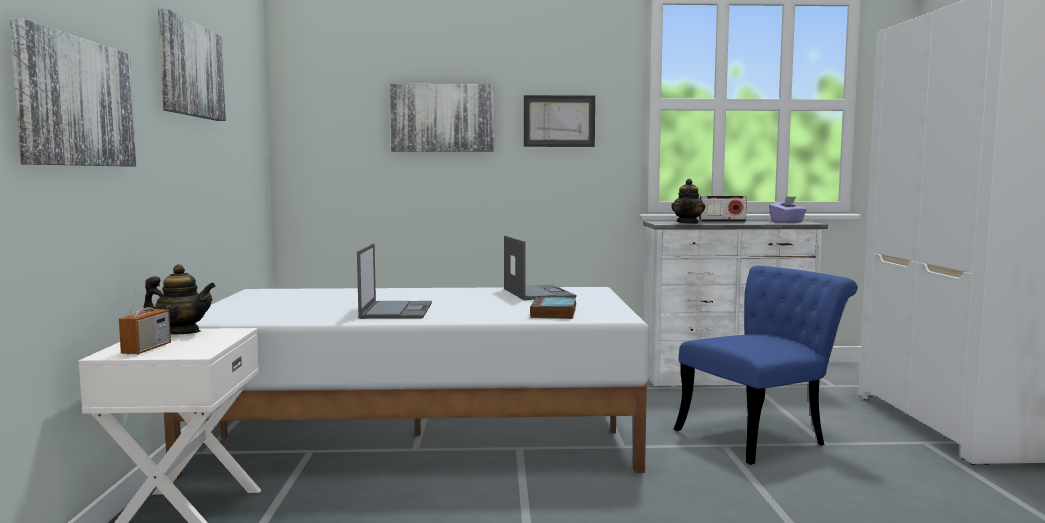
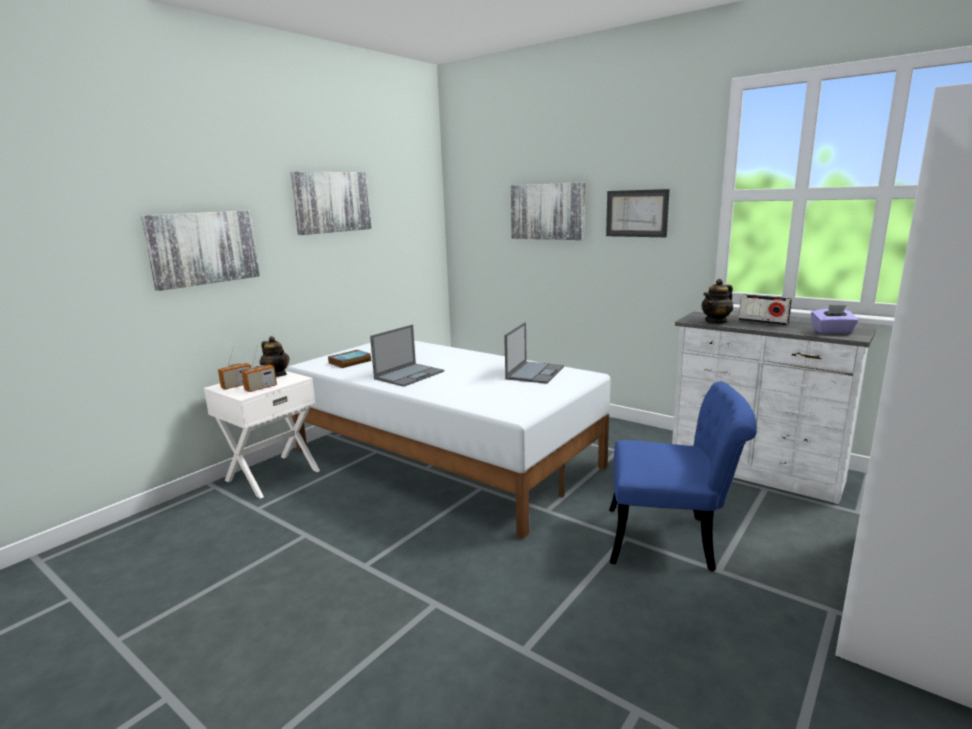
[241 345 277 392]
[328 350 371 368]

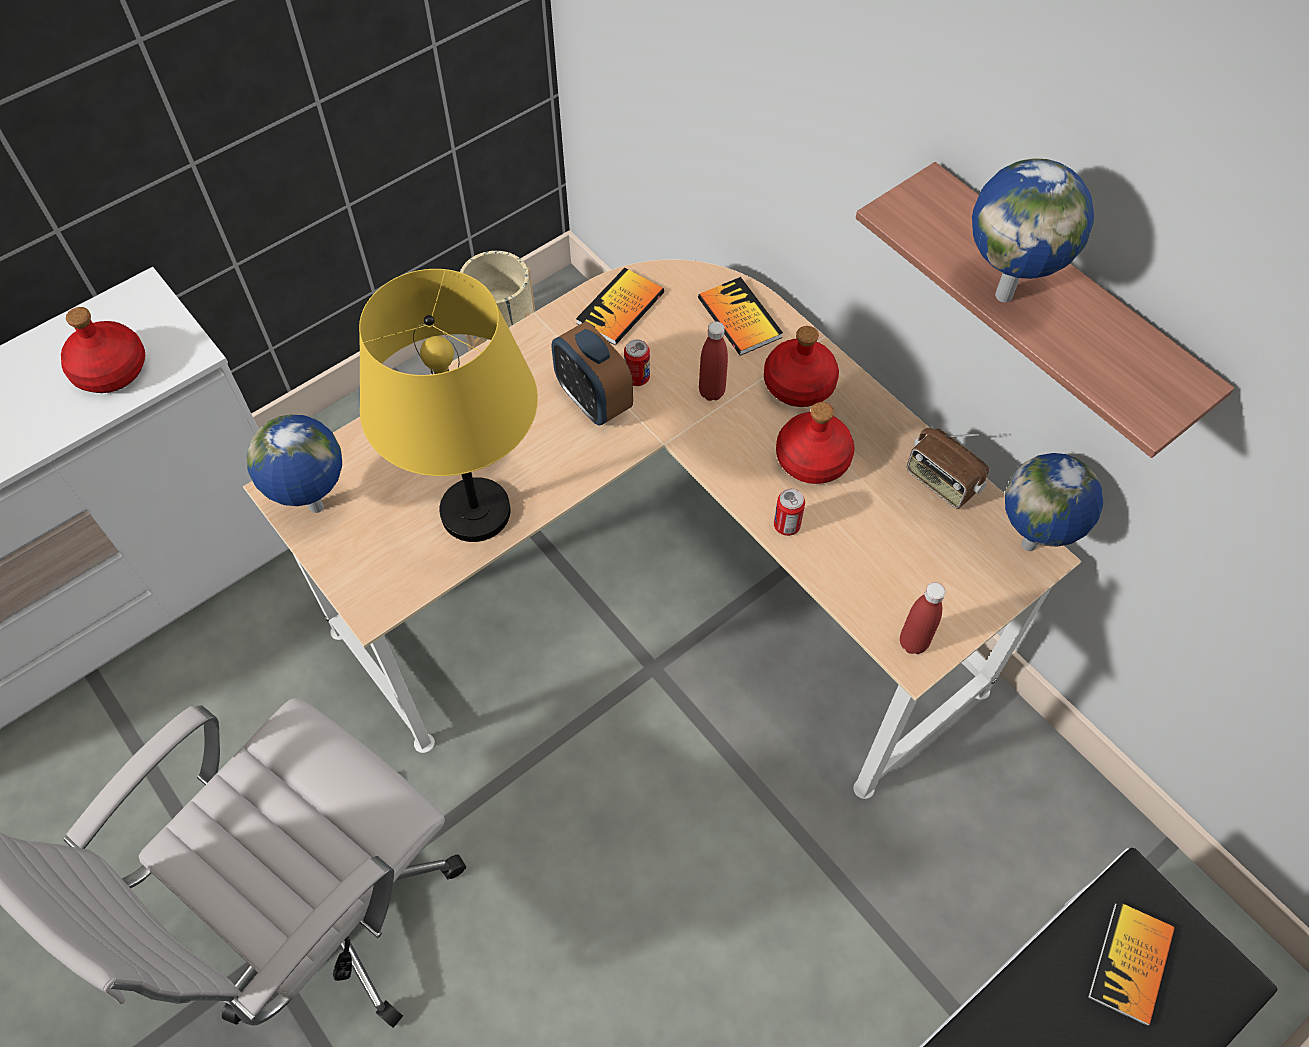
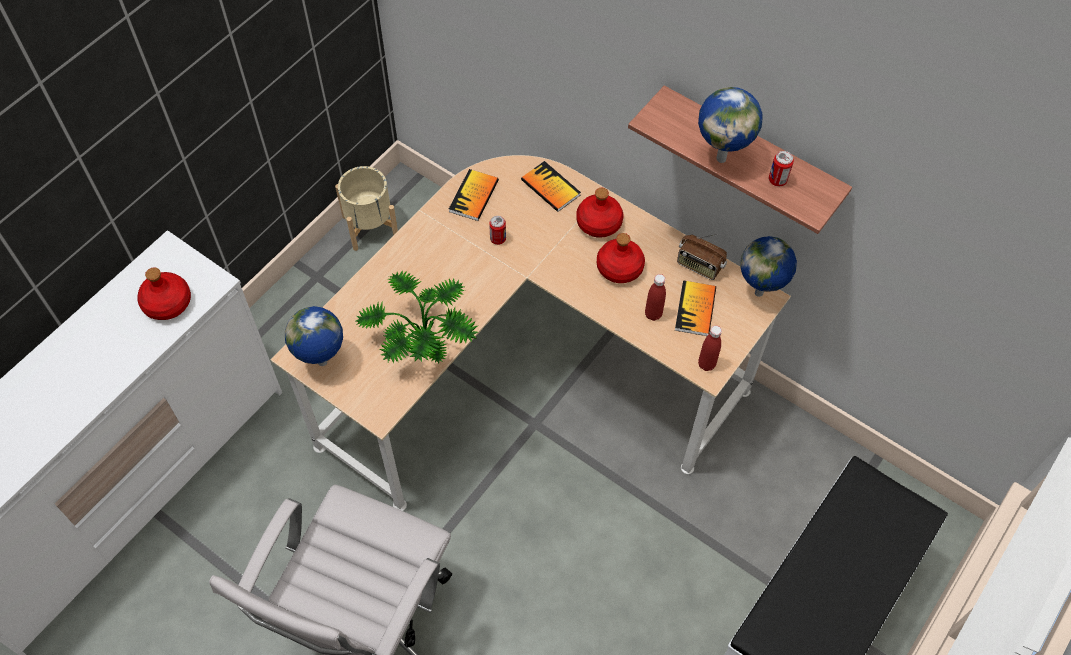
[356 270 478 364]
[645 274 666 321]
[675 280 716 336]
[769 151 794 186]
[552 321 633 425] (first image)

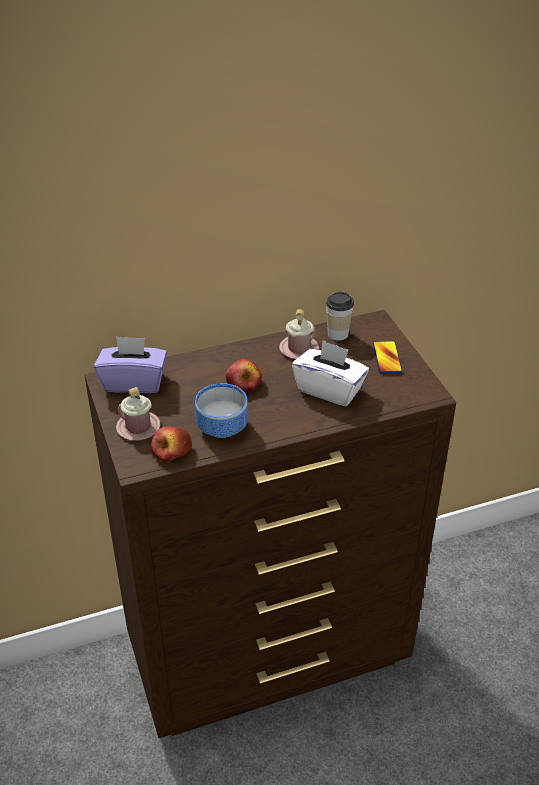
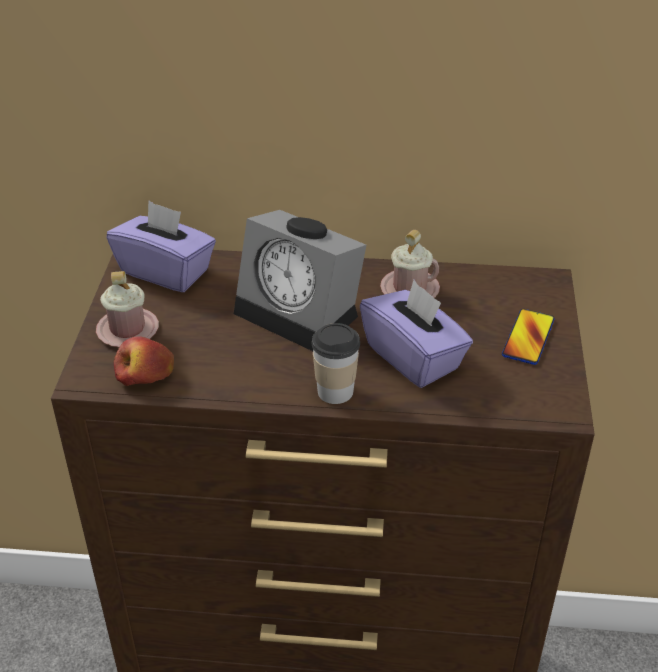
[234 210 366 351]
[312 323 360 404]
[360 280 473 388]
[195 383 248 438] (first image)

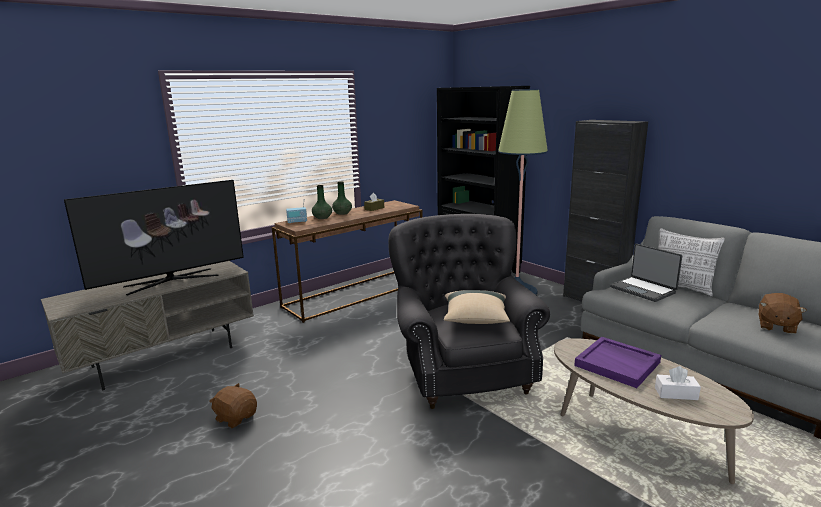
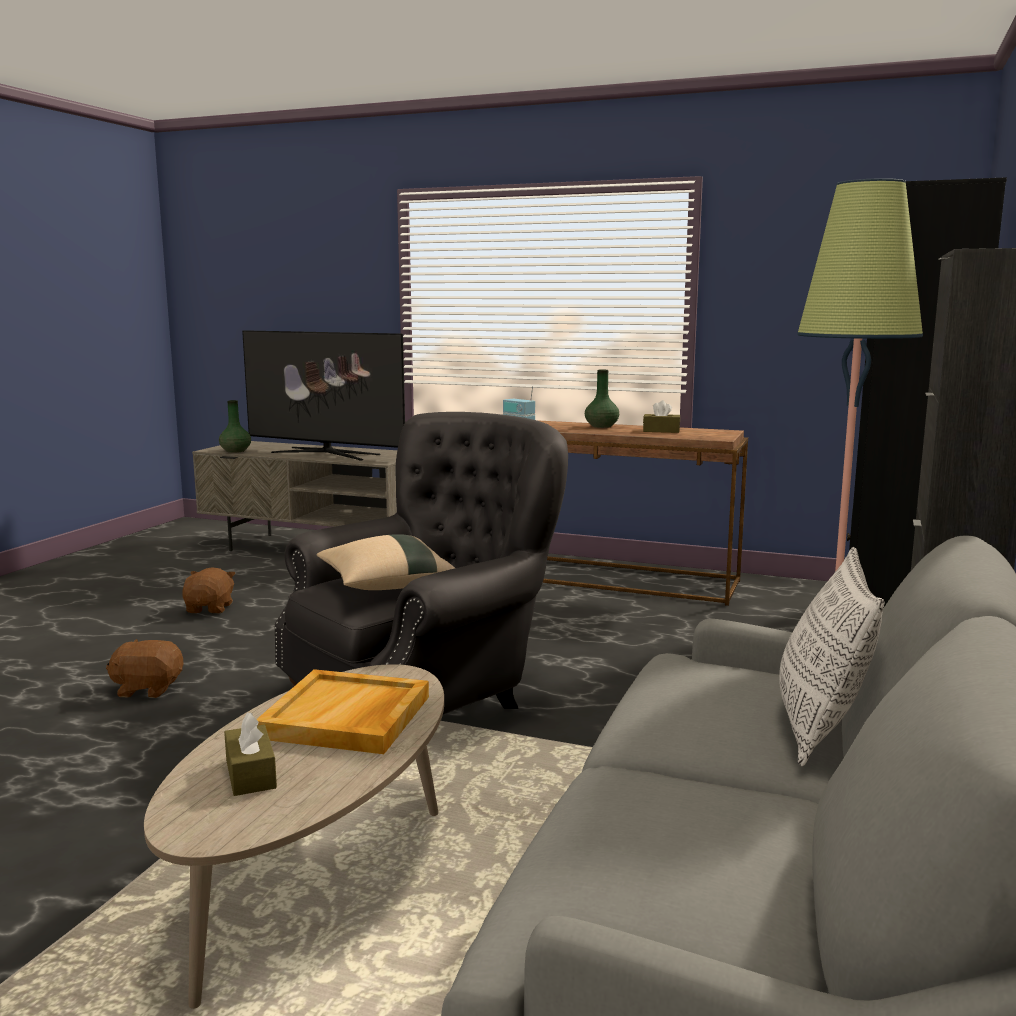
[106 639 183 698]
[219 400 251 453]
[224 712 277 796]
[256 669 429 754]
[610 244 682 302] (first image)

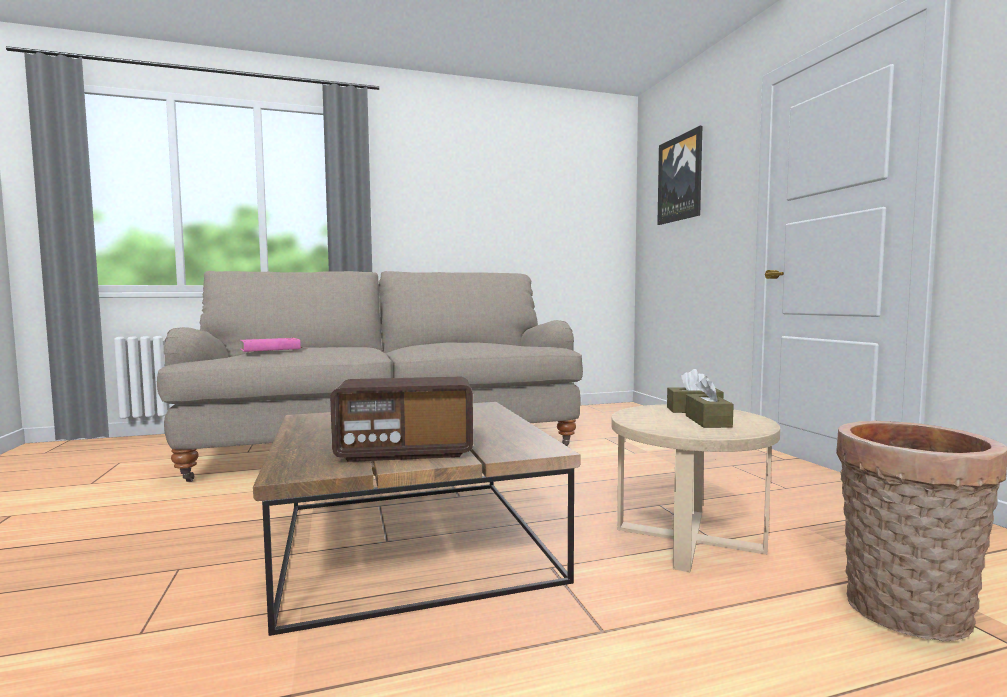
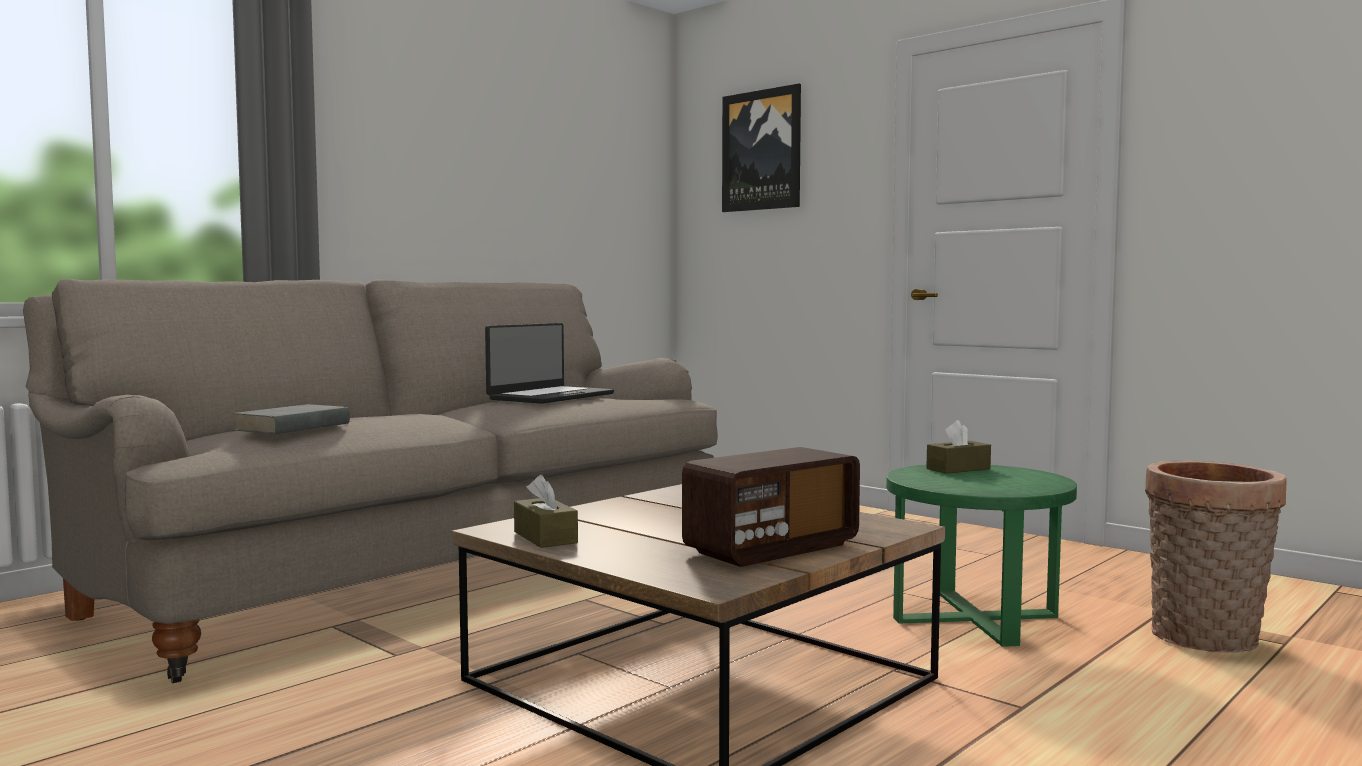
[233 404 351 434]
[485 323 614 404]
[514 475 578 548]
[886 464 1077 647]

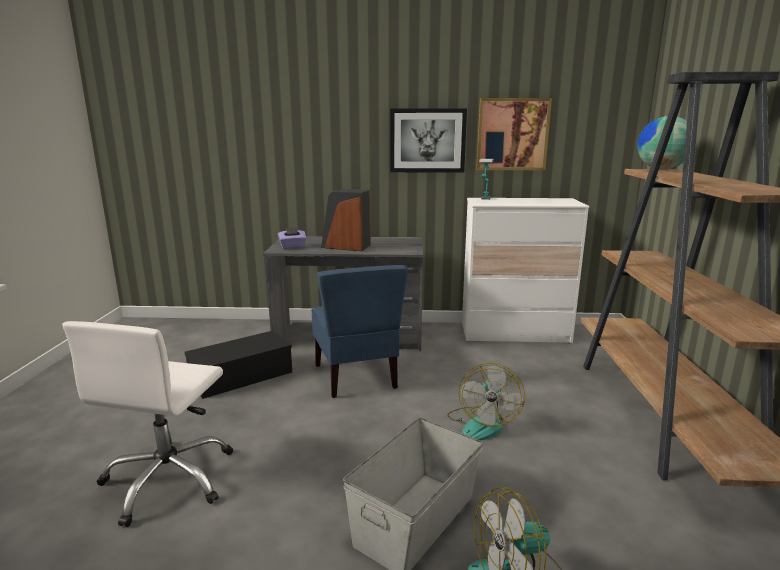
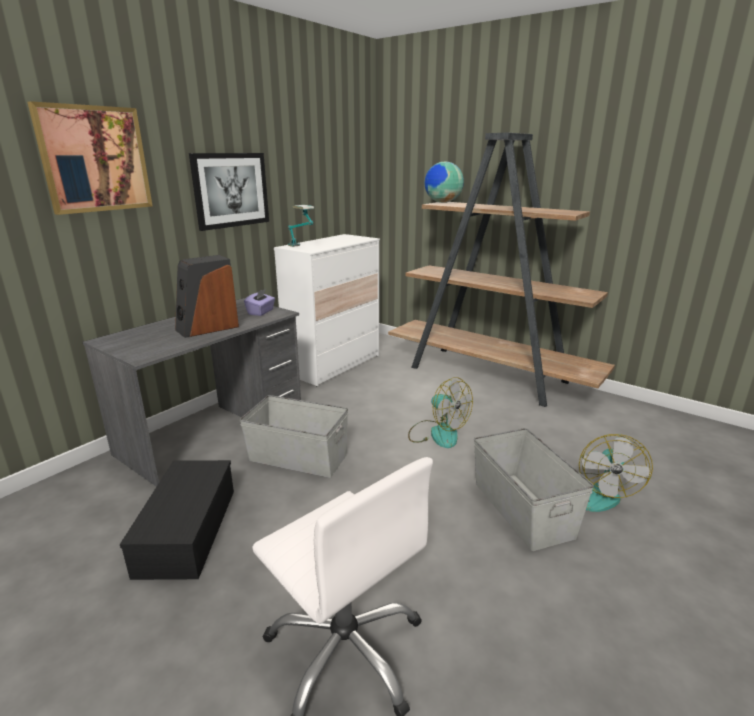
[27 101 153 215]
[240 395 348 478]
[244 289 275 316]

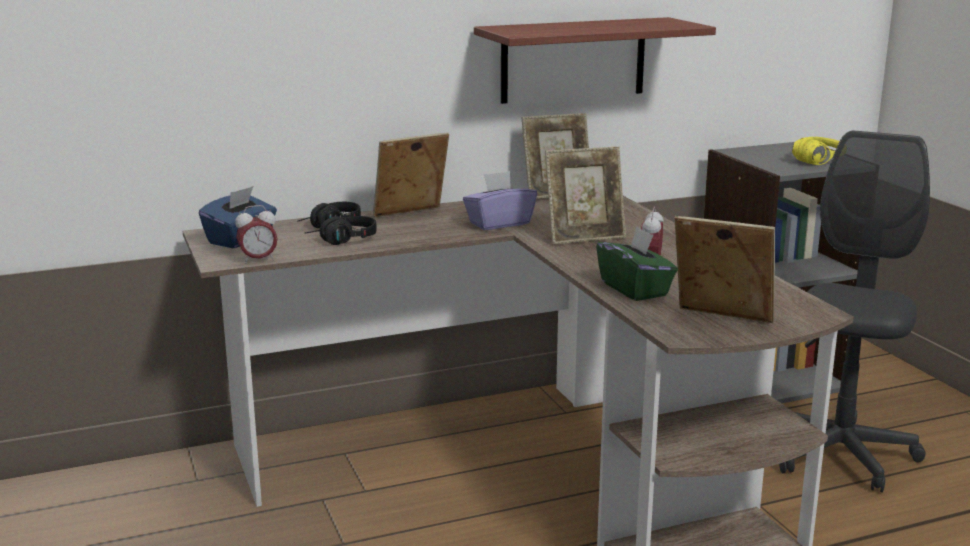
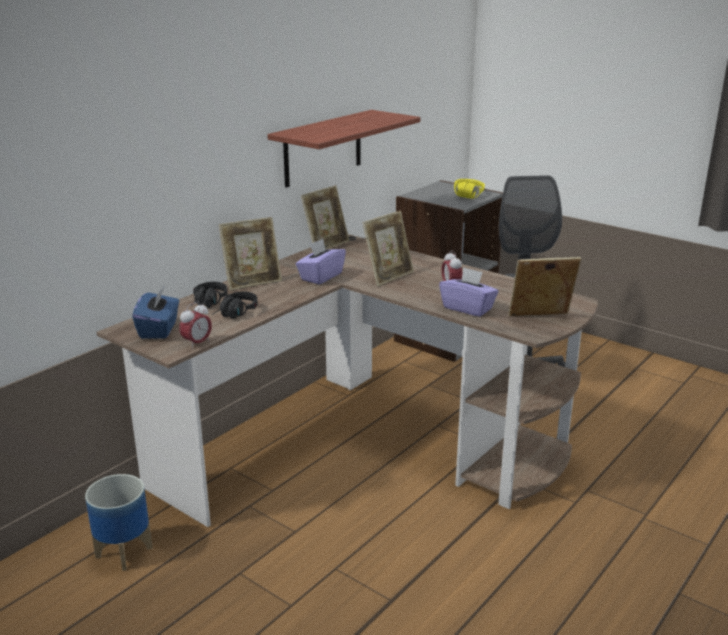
[85 474 152 571]
[219 217 282 291]
[439 267 499 317]

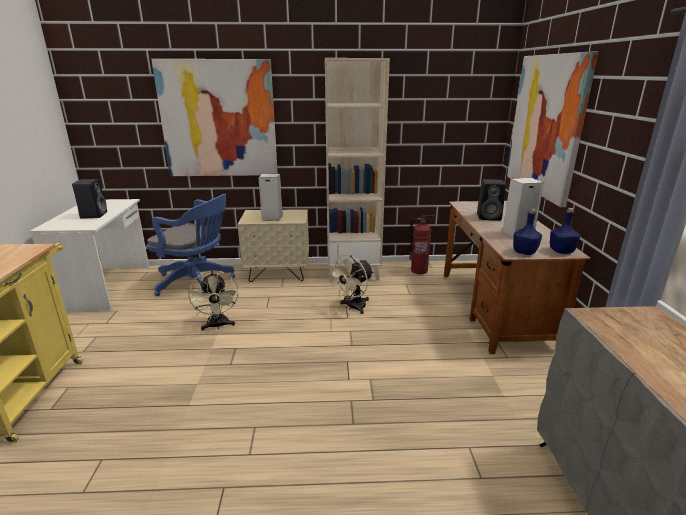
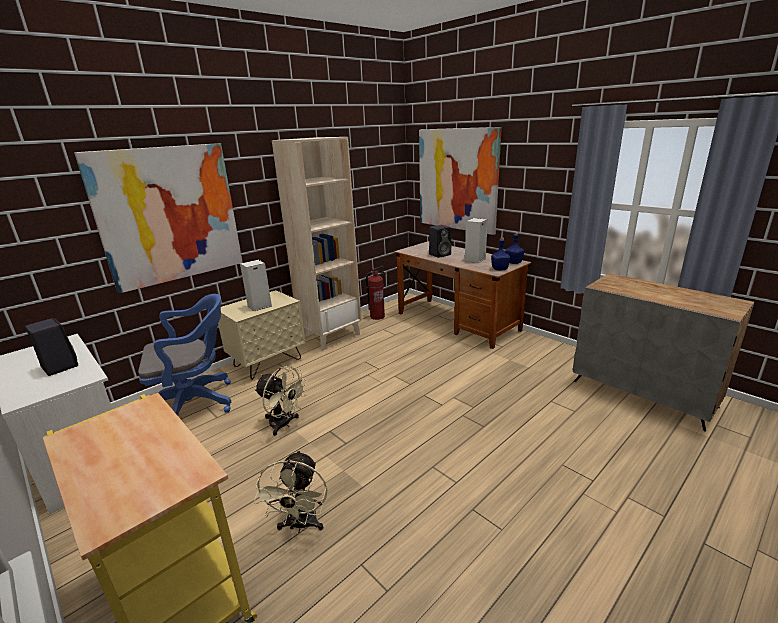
[254 450 327 533]

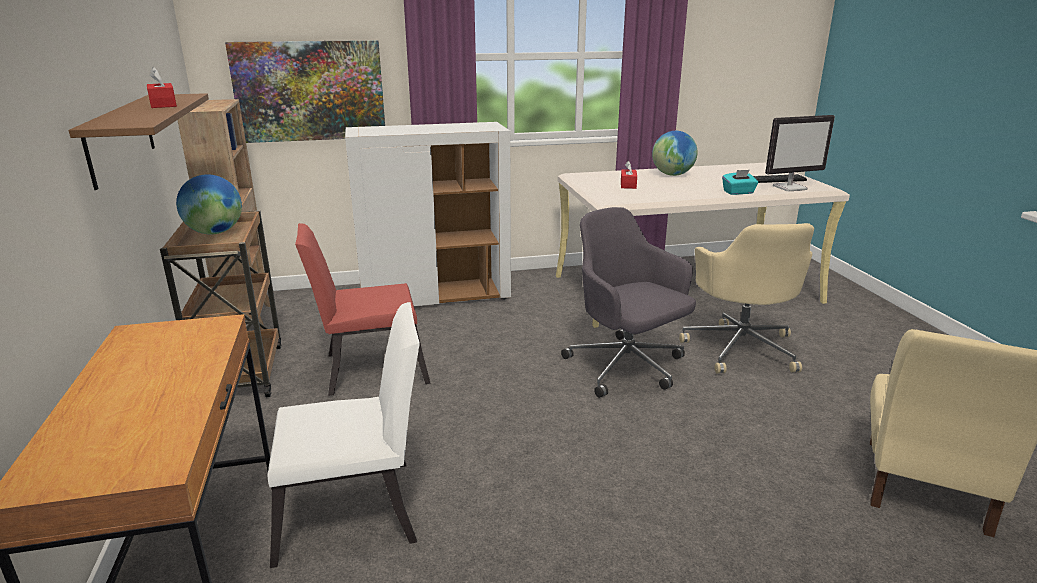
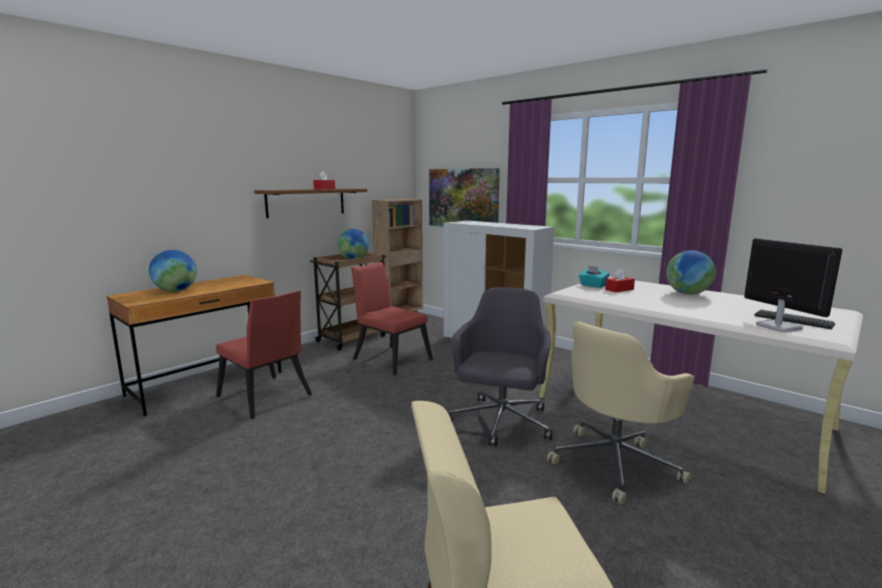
[149 250 197 292]
[216 291 312 419]
[579 266 609 288]
[744 238 842 332]

